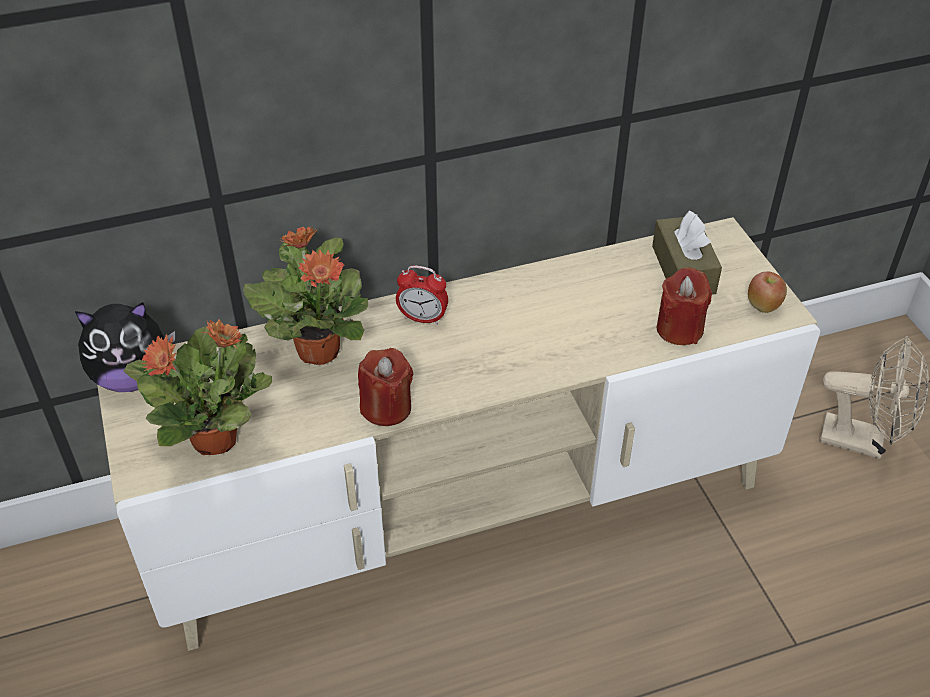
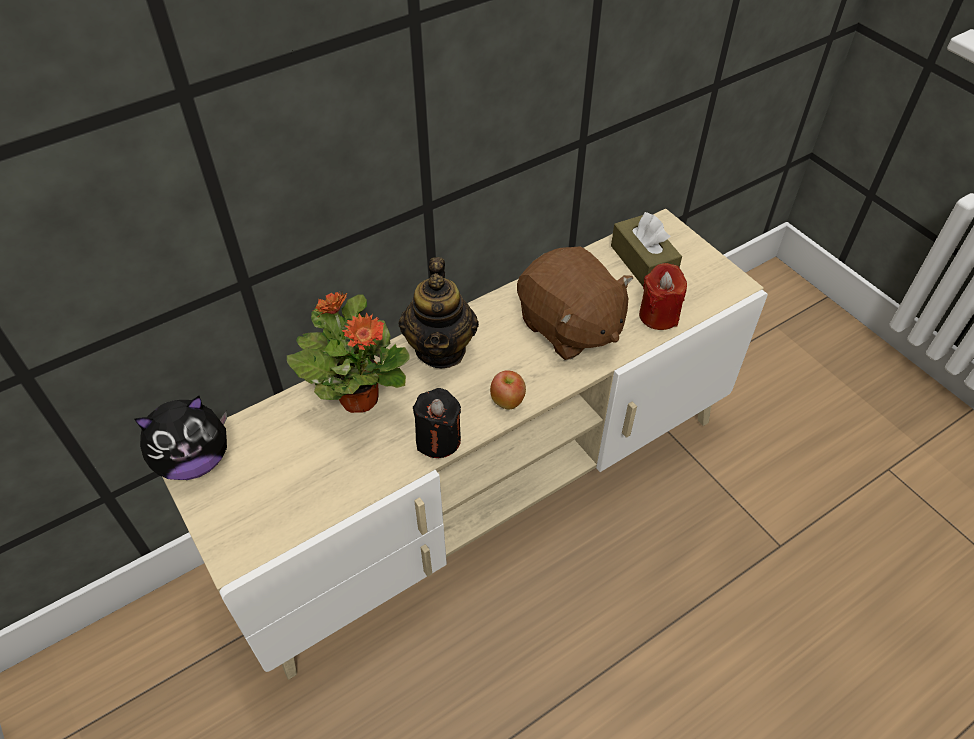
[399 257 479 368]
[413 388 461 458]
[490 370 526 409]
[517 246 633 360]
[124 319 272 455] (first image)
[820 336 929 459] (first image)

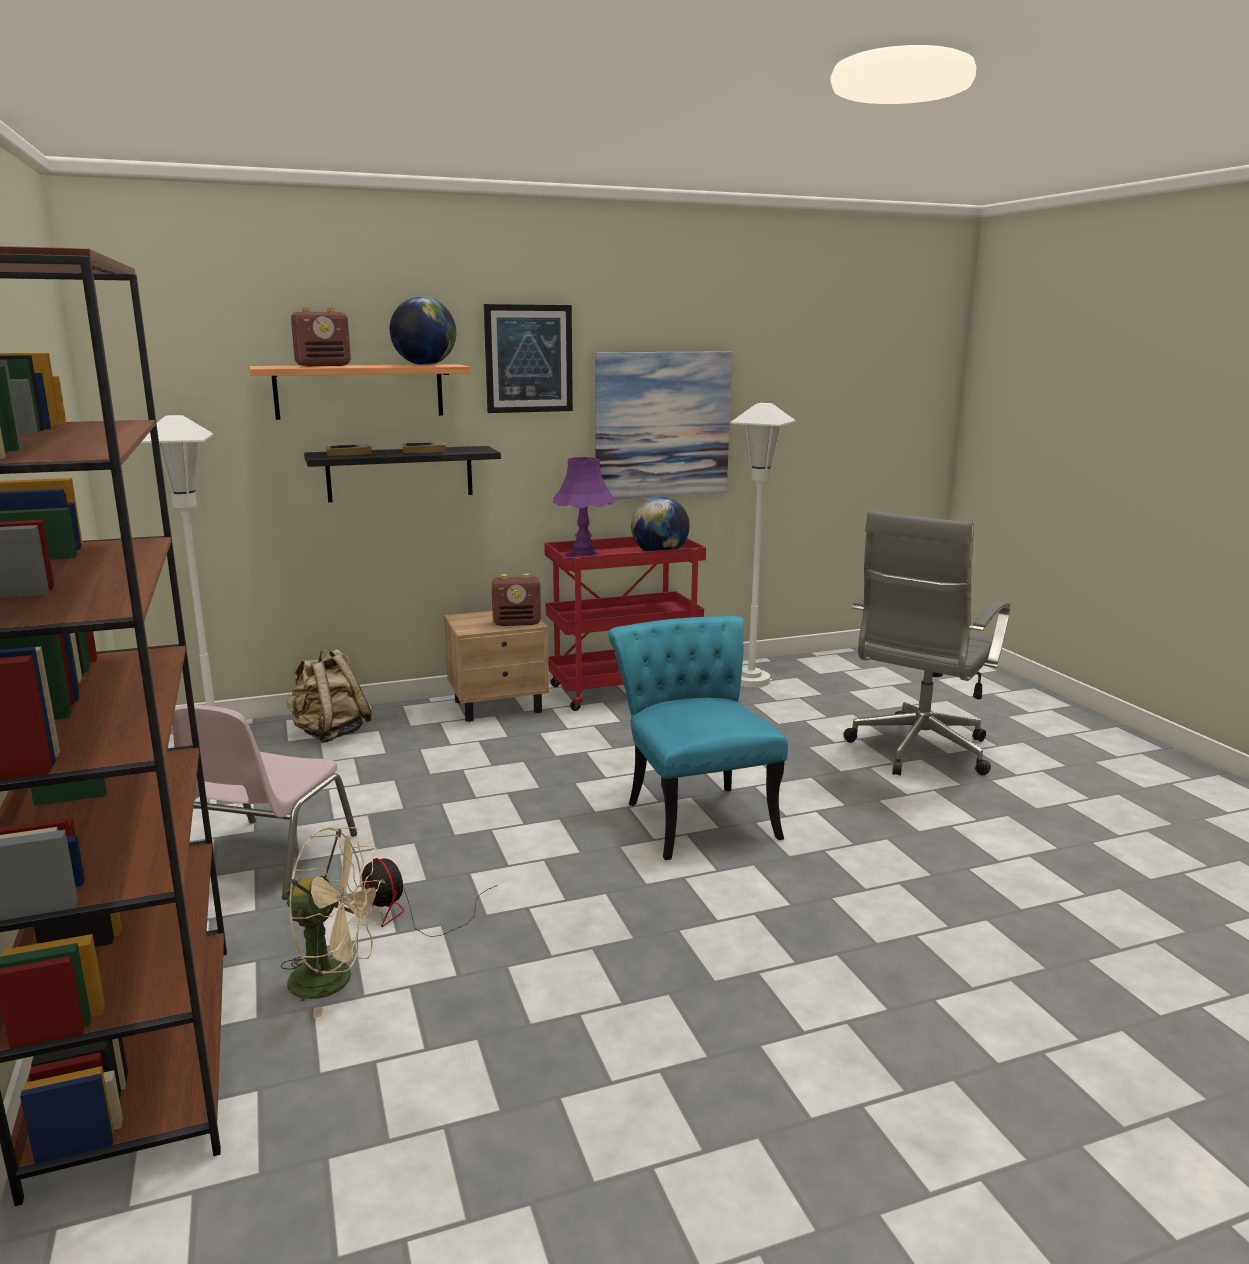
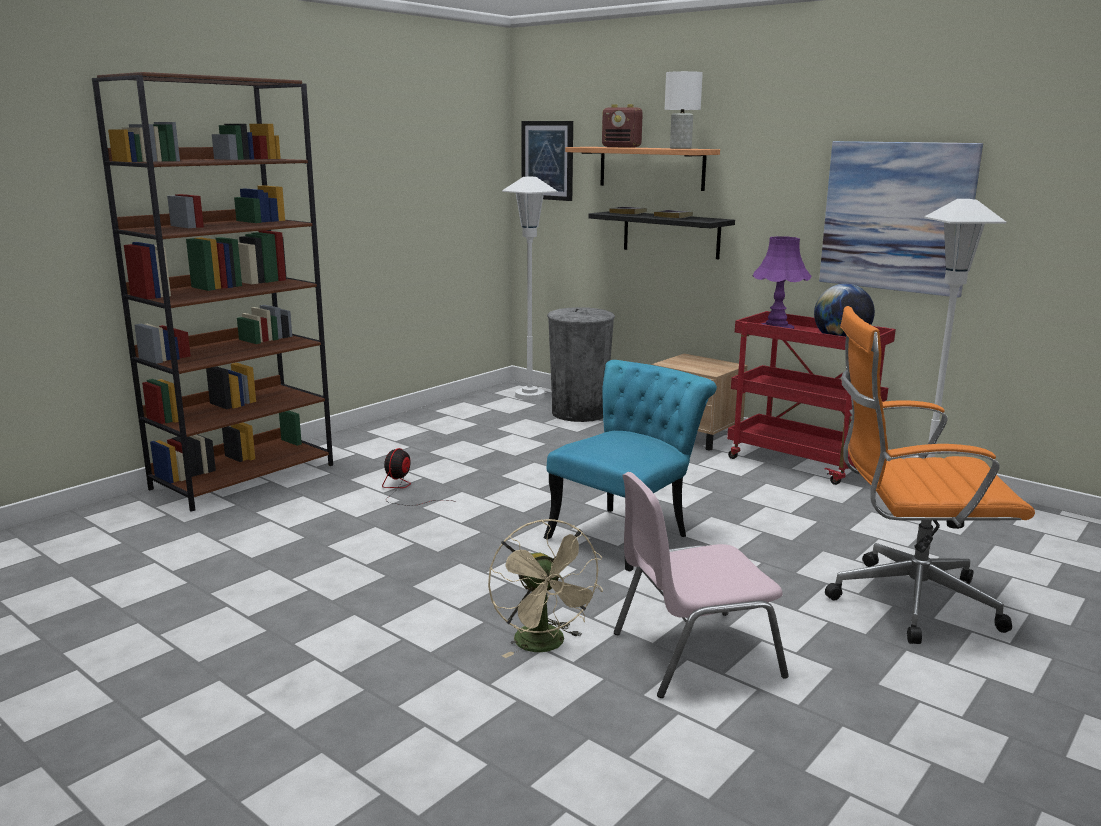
[488 519 603 658]
[521 121 573 201]
[547 307 615 422]
[614 472 789 698]
[665 71 703 149]
[825 306 1035 644]
[491 573 541 626] (first image)

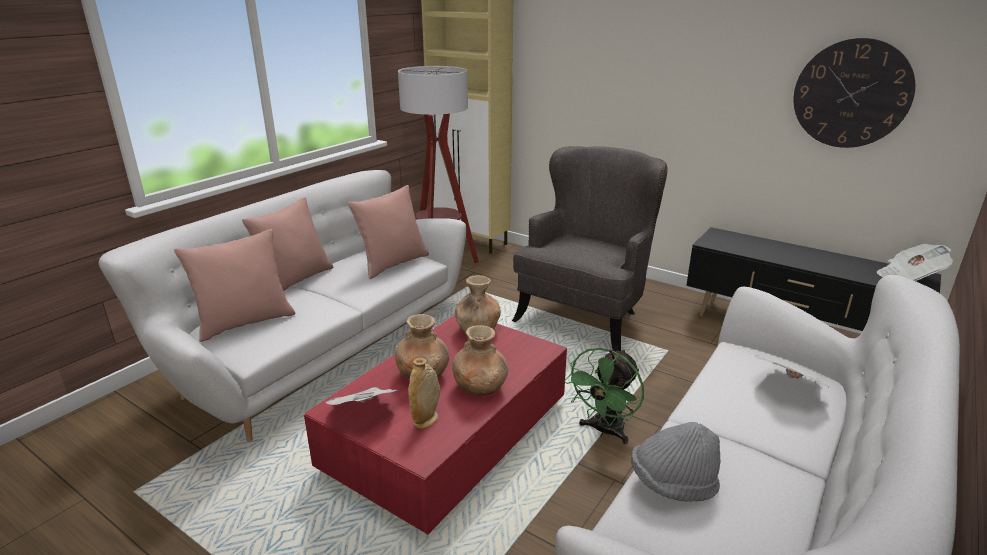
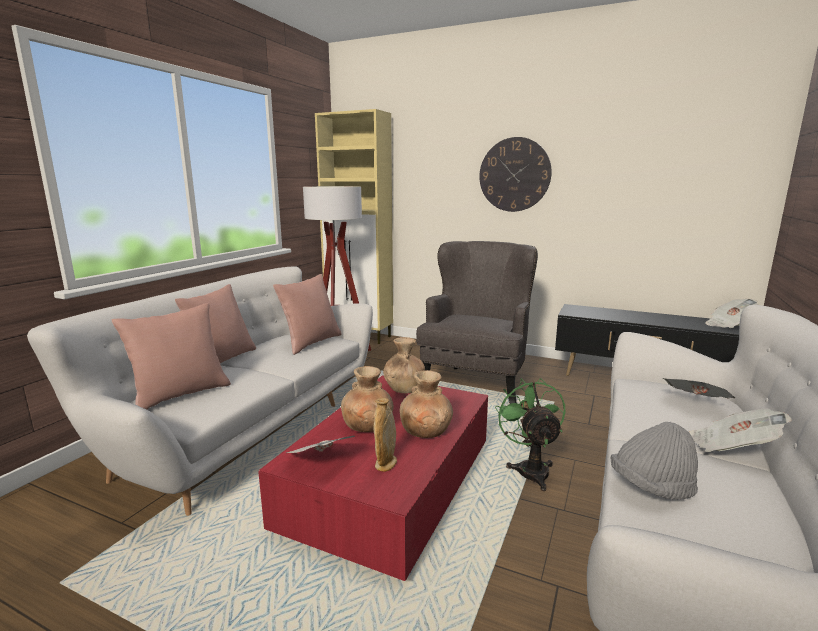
[479 137 552 212]
[495 378 565 491]
[689 408 792 452]

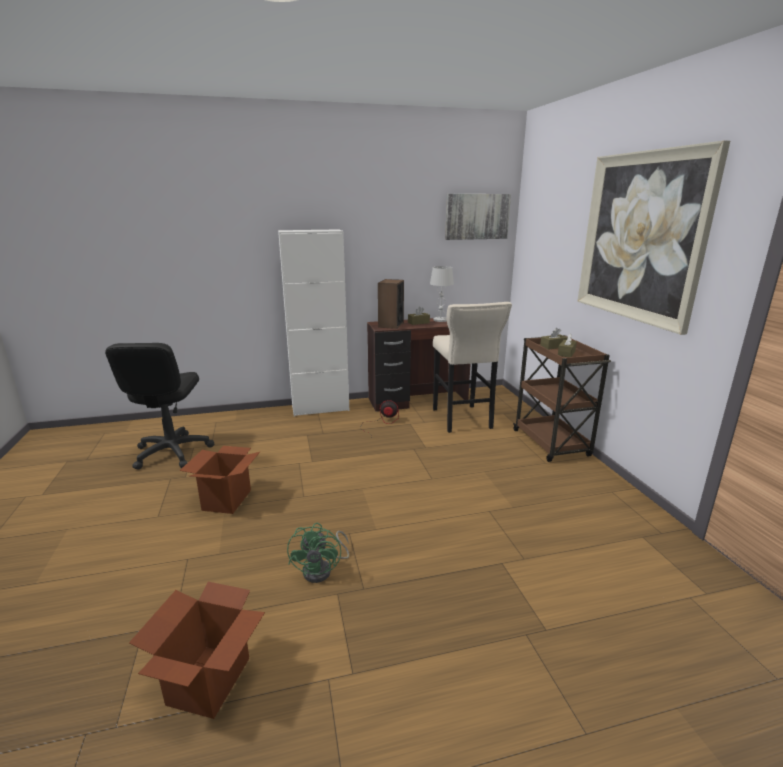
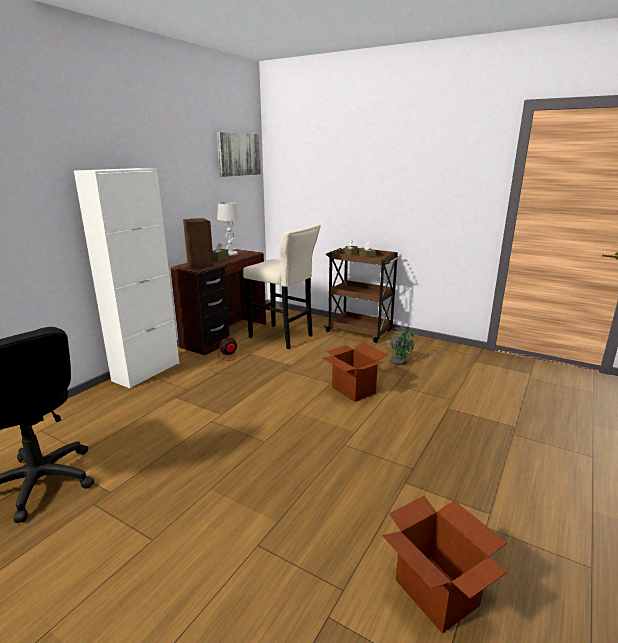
[323 343 387 402]
[385 327 414 365]
[577 141 730 335] (first image)

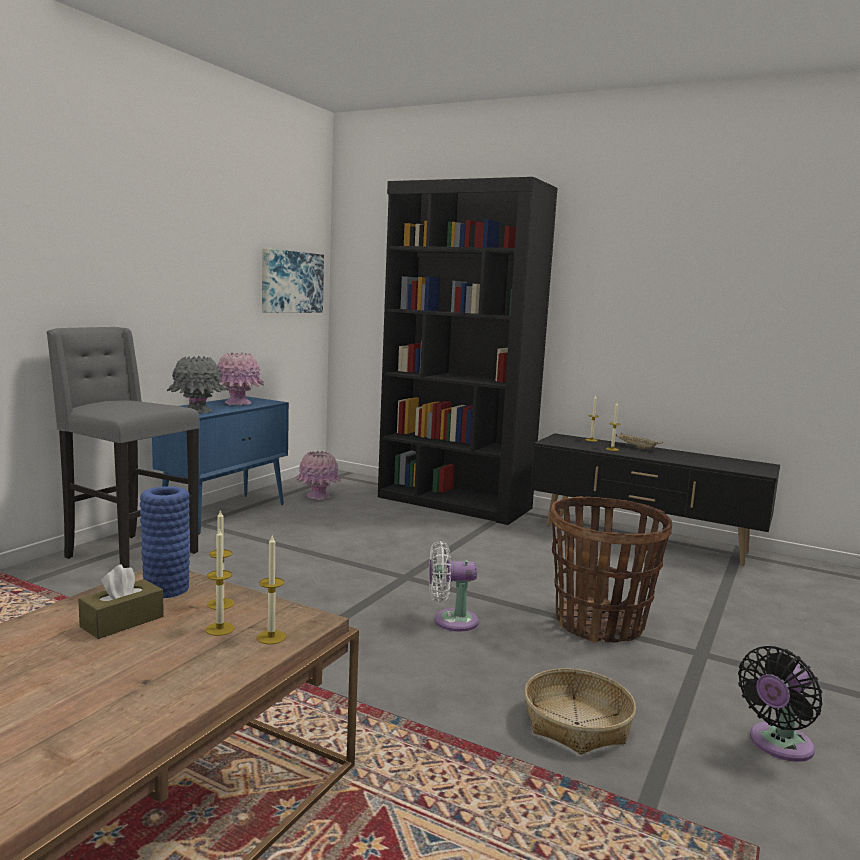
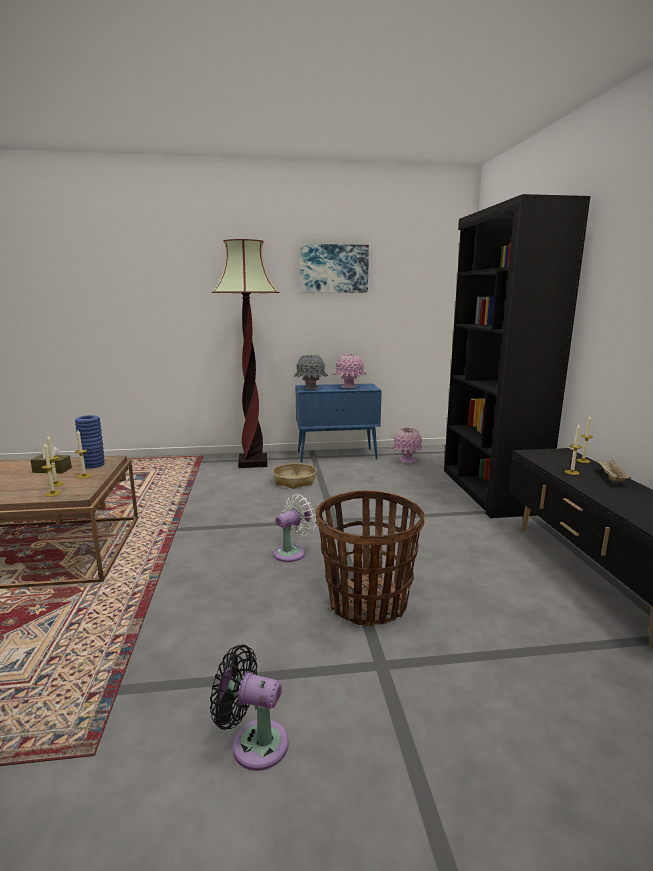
[212 239 280 468]
[273 463 316 489]
[273 494 316 562]
[300 244 369 293]

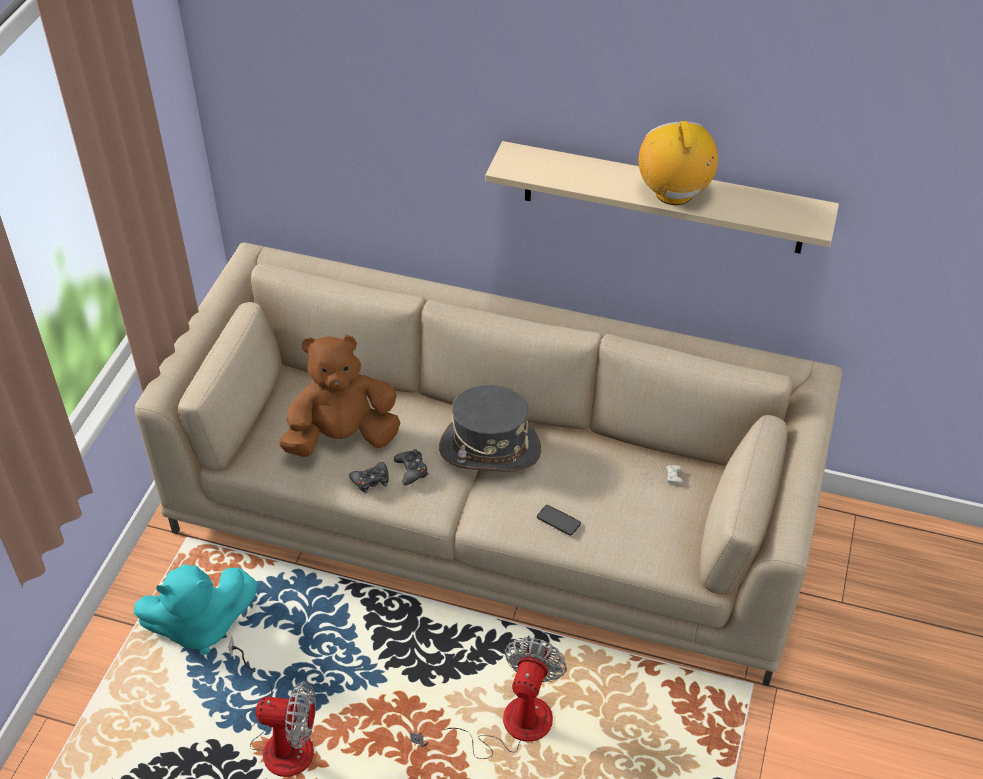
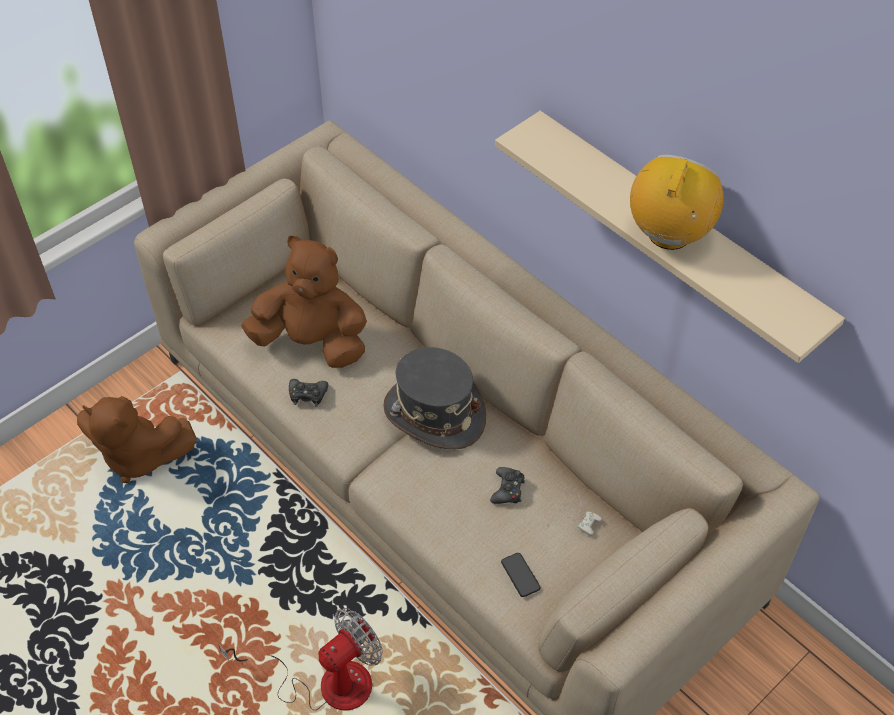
[77 396 197 483]
[490 467 525 504]
[501 553 541 597]
[228 636 316 777] (first image)

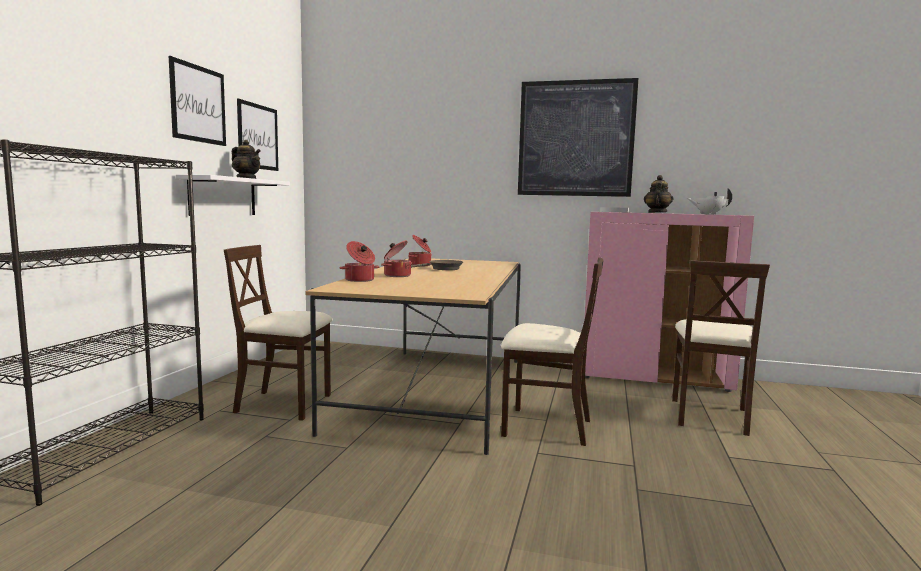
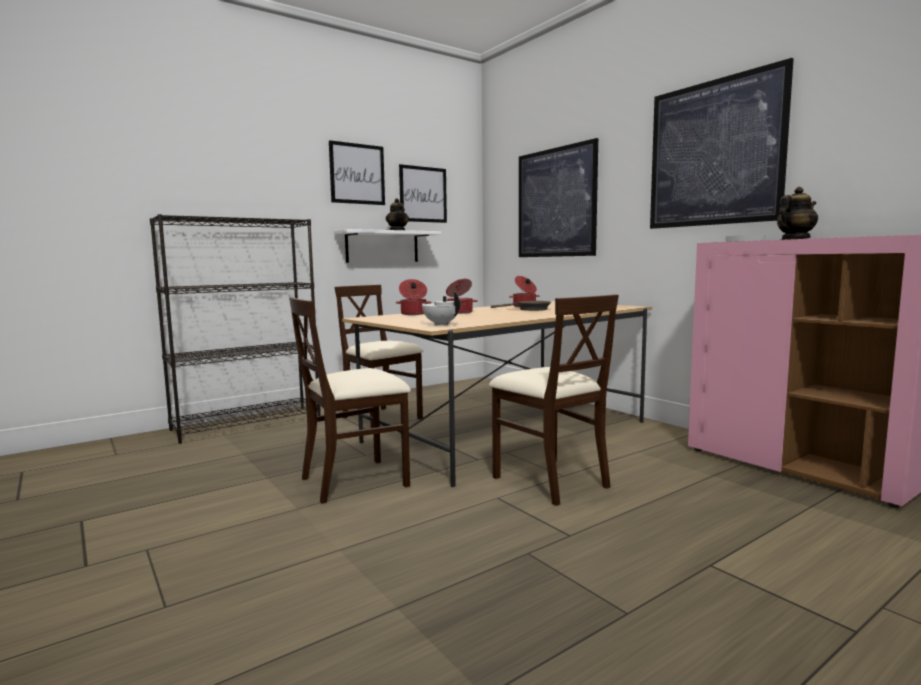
[289 297 411 504]
[421 292 460 325]
[519 138 598 257]

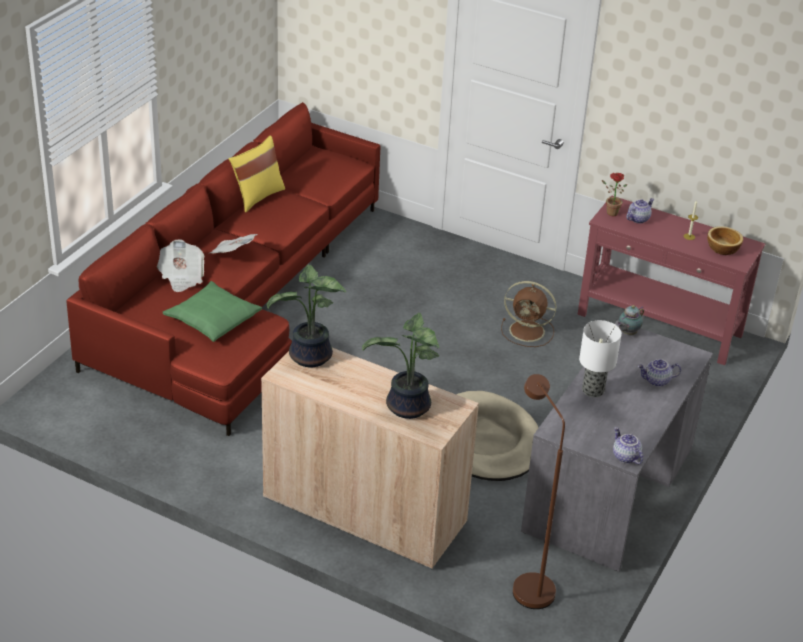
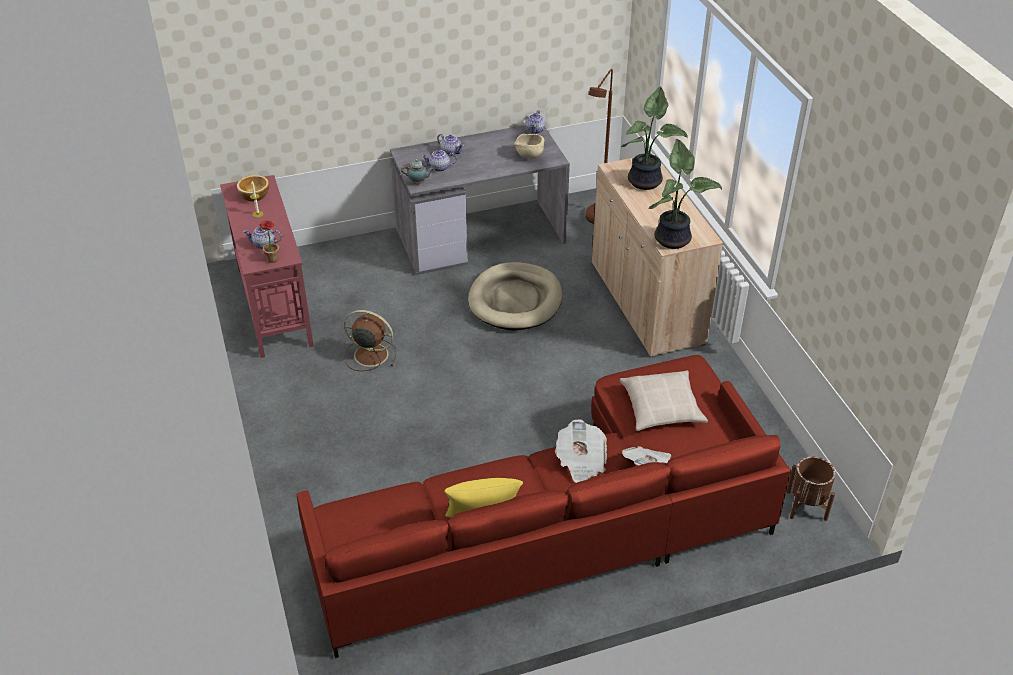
[344 310 396 371]
[422 150 457 172]
[514 134 545 159]
[620 370 708 431]
[786 456 835 521]
[579 320 622 397] (first image)

